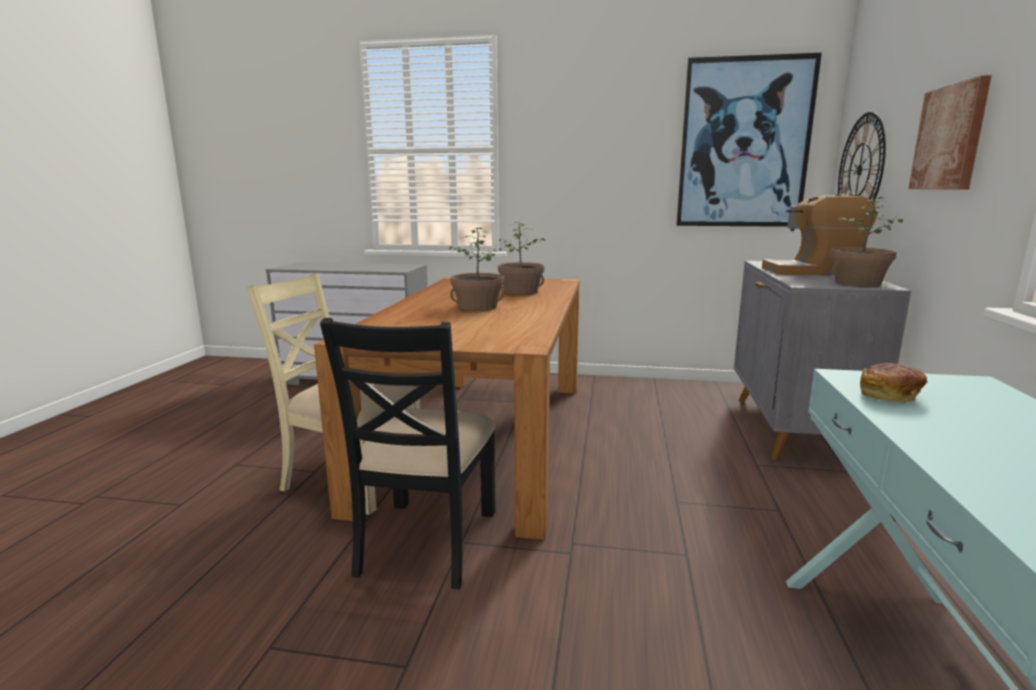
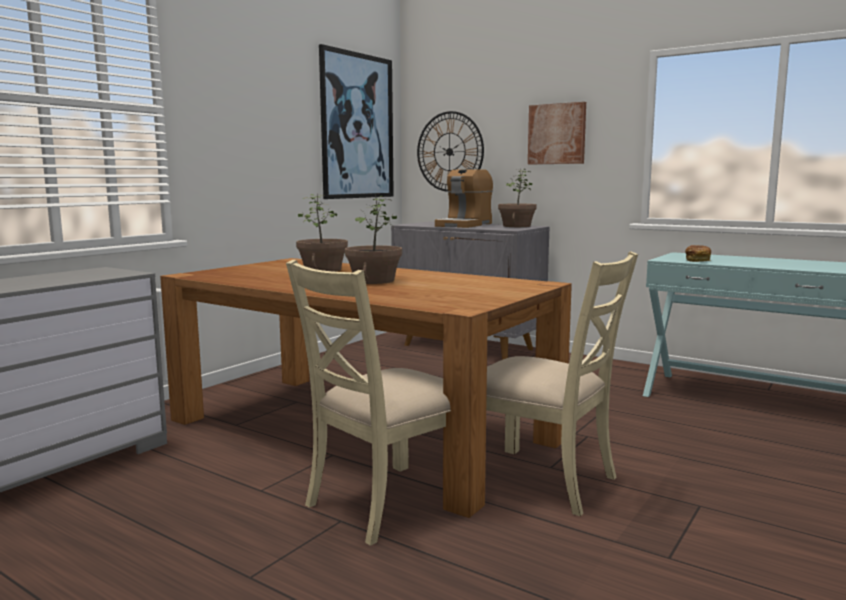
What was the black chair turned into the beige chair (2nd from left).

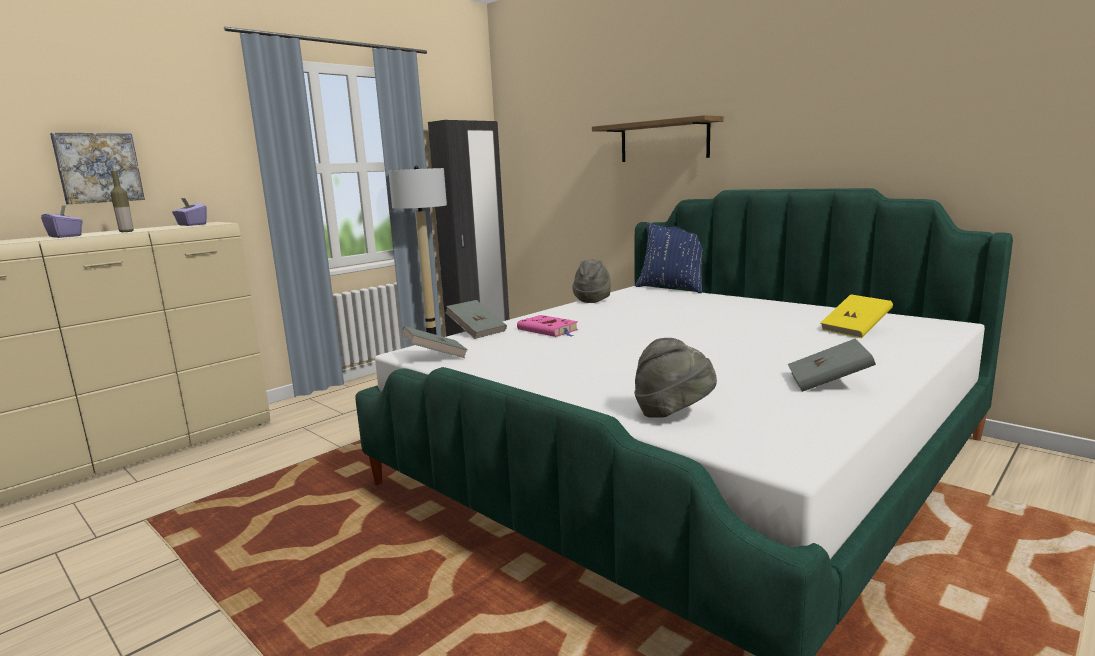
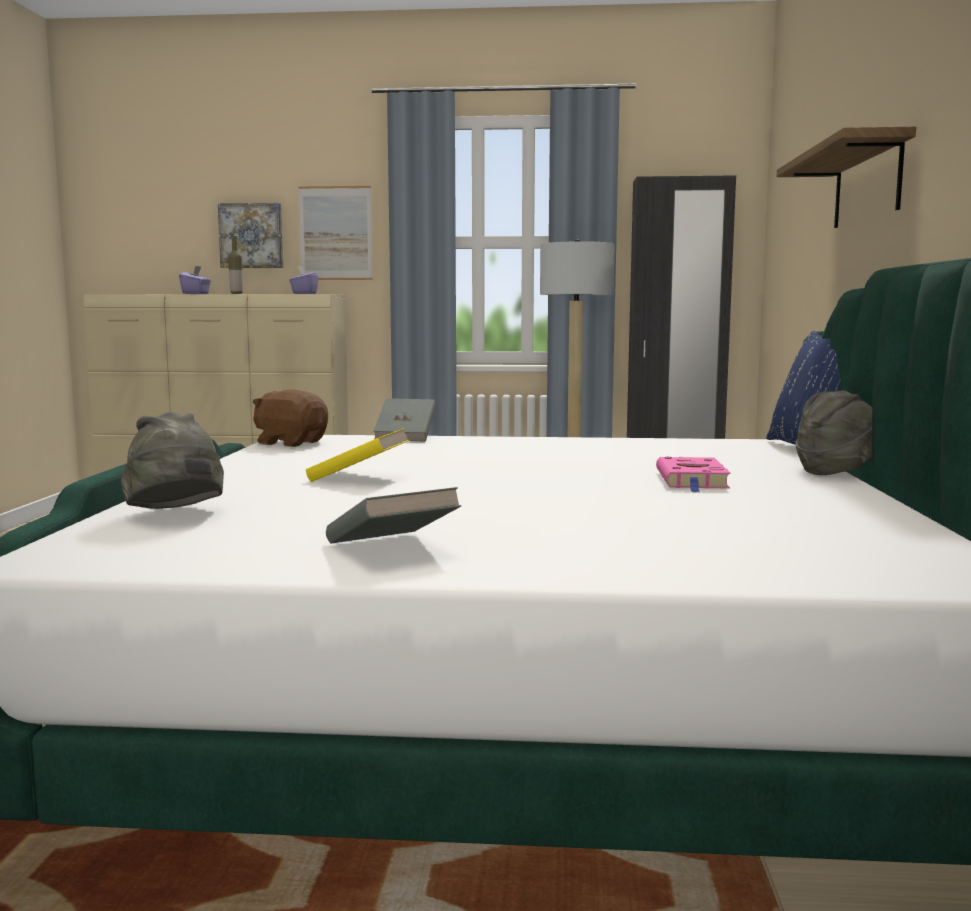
Where the grey book (1st from left) stood, the brown plush toy came to stand. The pink book ended up elsewhere. The grey hat (1st from left in the first image) ended up elsewhere. The yellow book ended up elsewhere. The second view gained the picture (2nd from left).

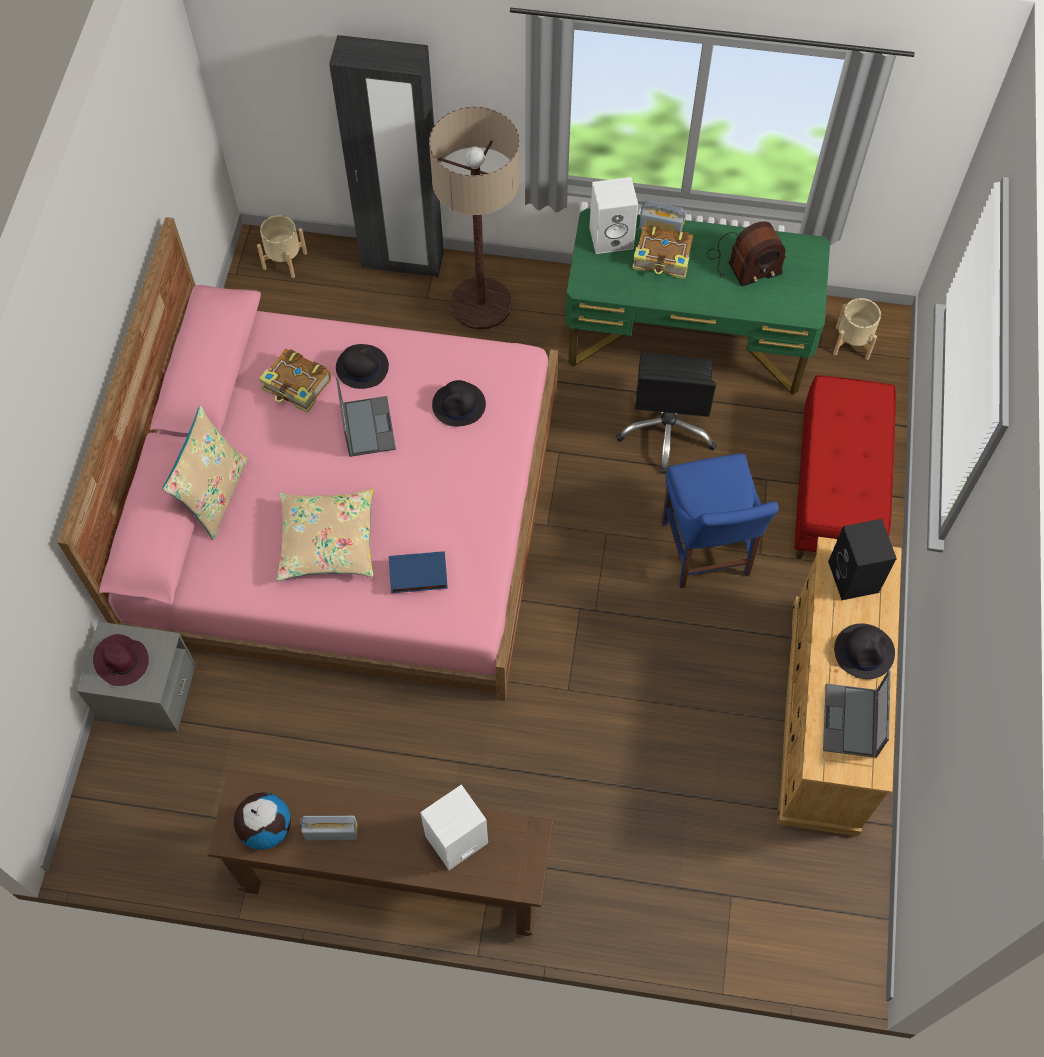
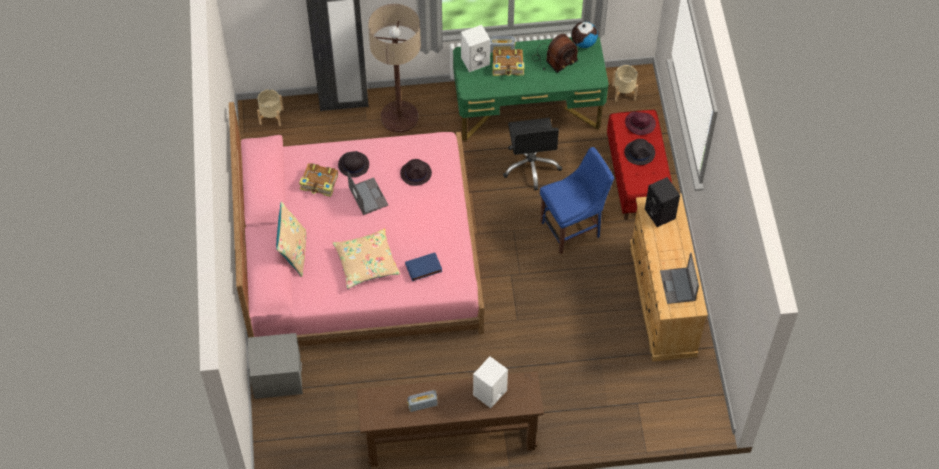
The purple hat ended up elsewhere. The globe ended up elsewhere. The blue chair ended up facing another way, 90 degrees counterclockwise from before. The black hat (3rd from left) ended up elsewhere.

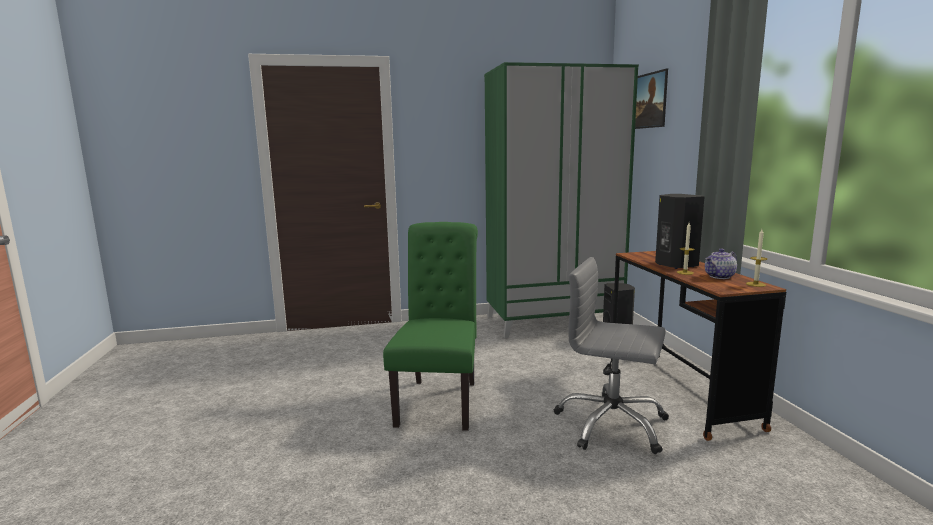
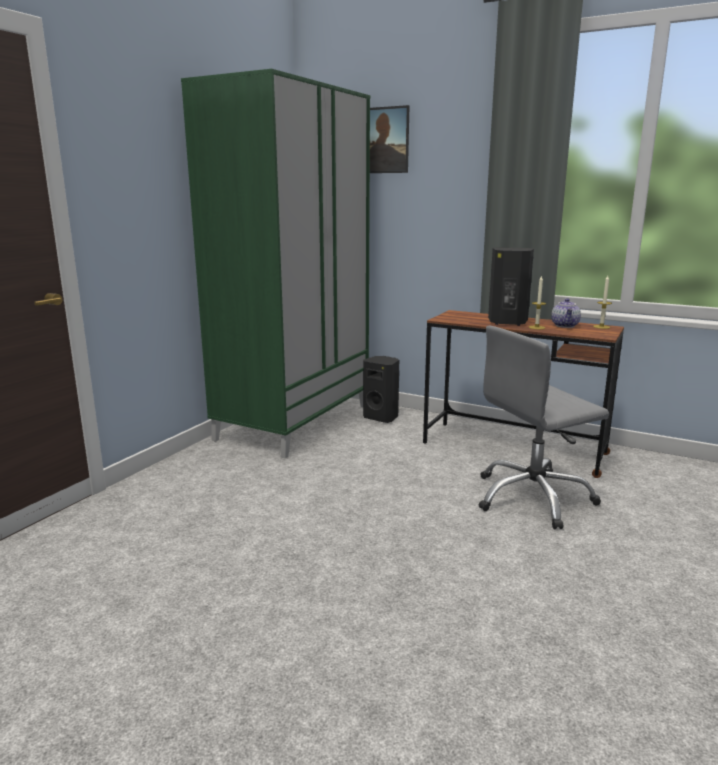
The second view lost the green chair.

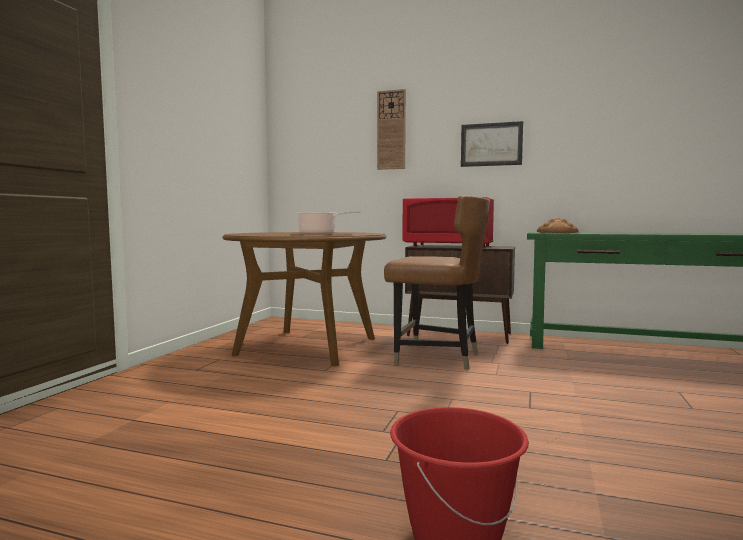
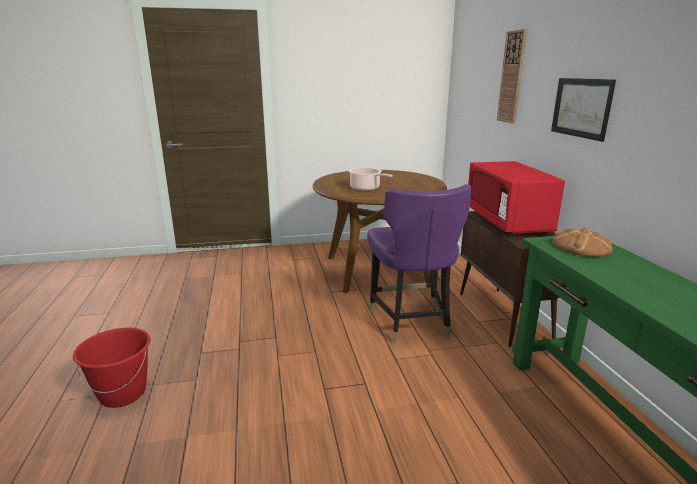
What was the brown chair turned into the purple chair.

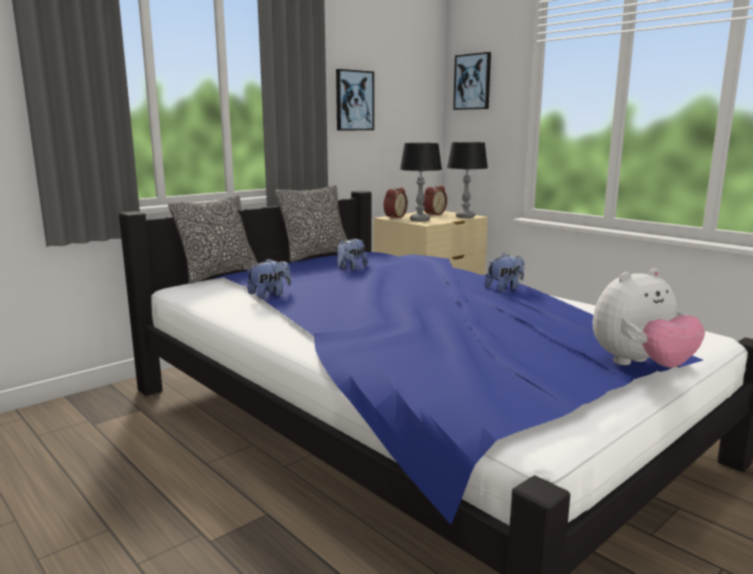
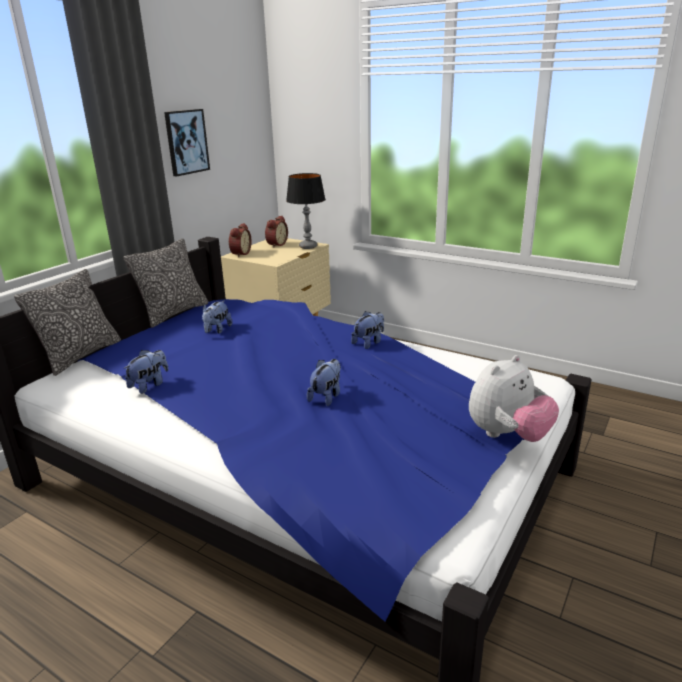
The second view lost the table lamp (1st from left). The second view lost the picture (2nd from left). The second view gained the plush toy (3rd from left).

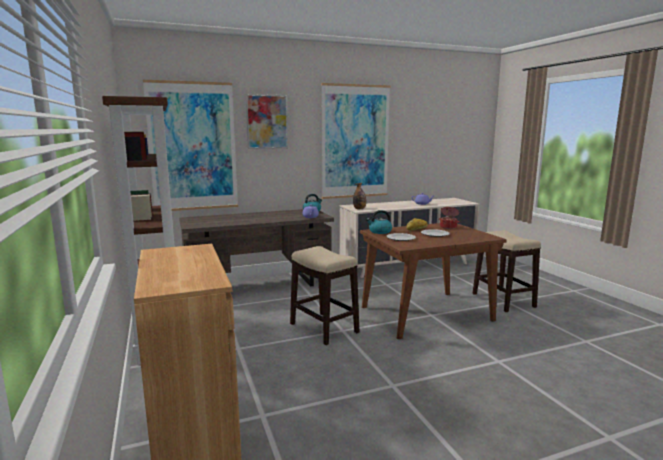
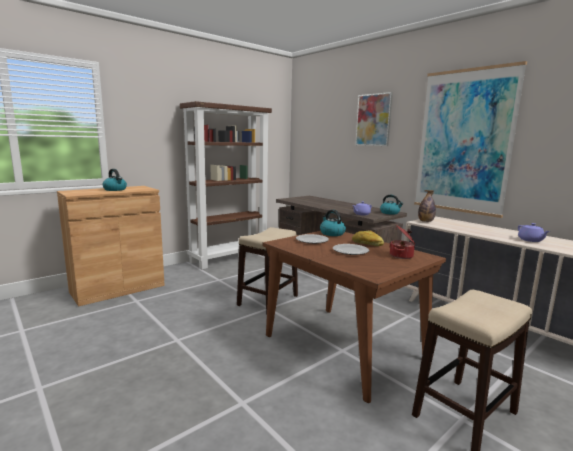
The second view lost the picture (1st from left). The second view gained the kettle (1st from left).

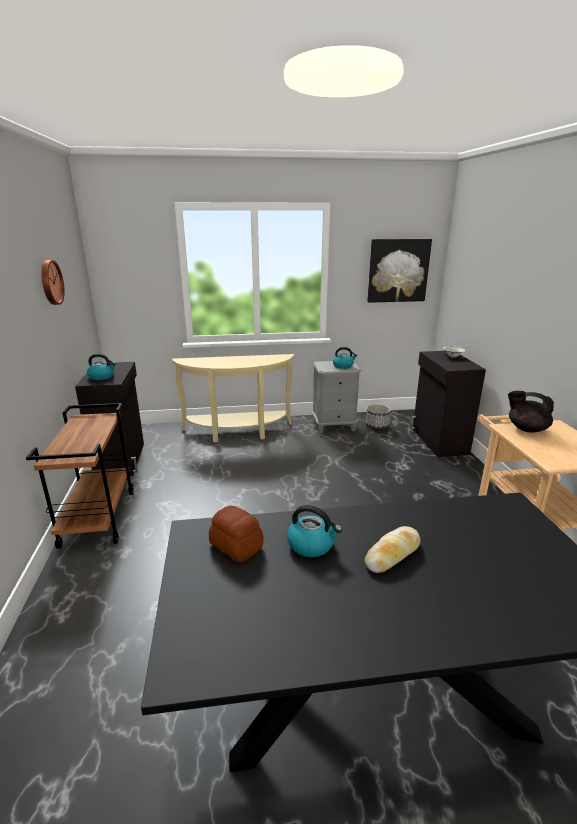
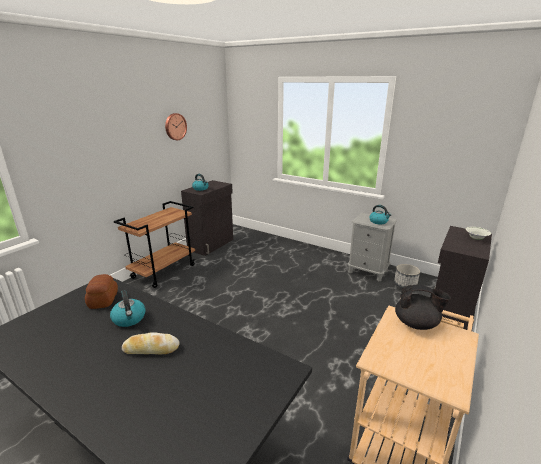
The second view lost the beige console table. The second view lost the picture. The black teapot ended up facing another way, 120 degrees clockwise from before.

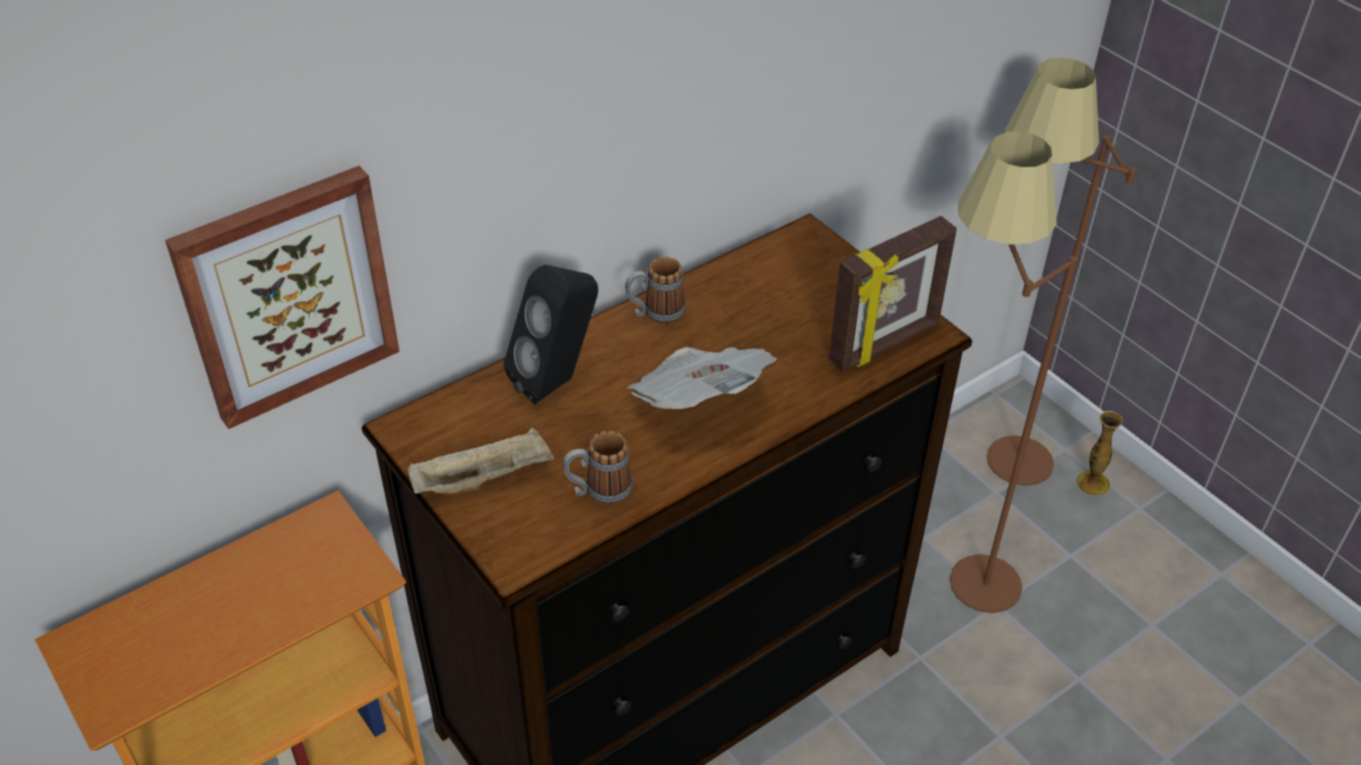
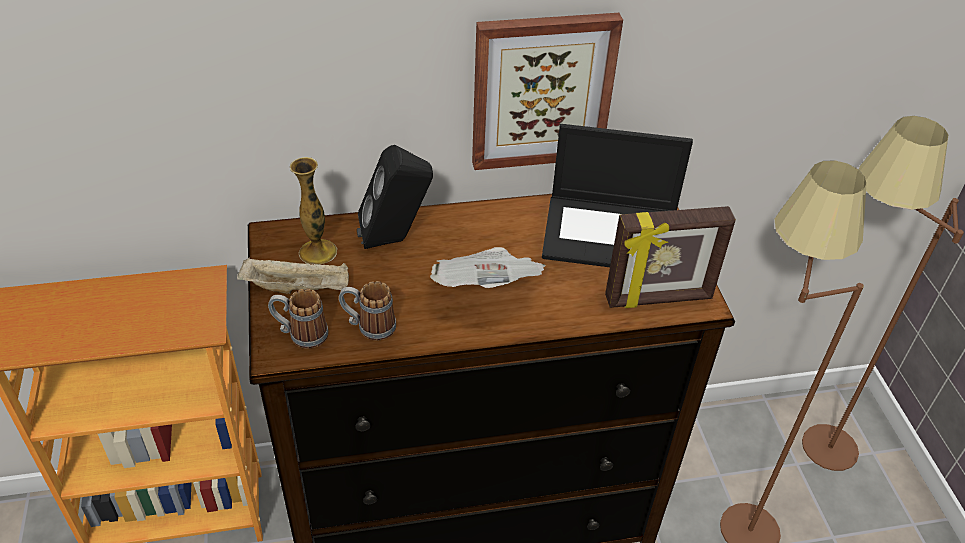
The picture ended up elsewhere. The mug (2nd from left in the first image) ended up elsewhere. The vase ended up elsewhere. The second view gained the laptop.

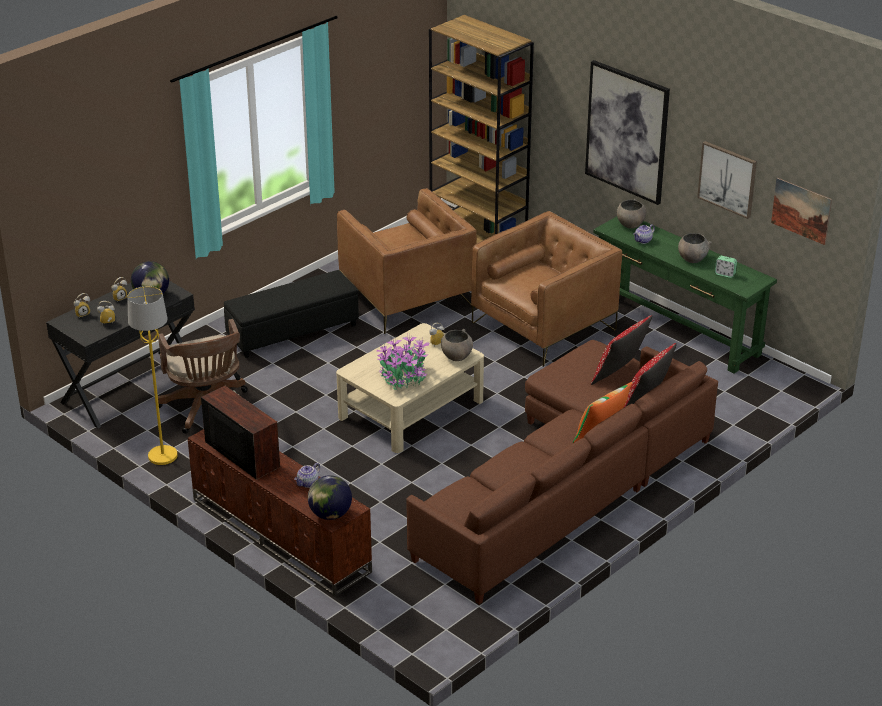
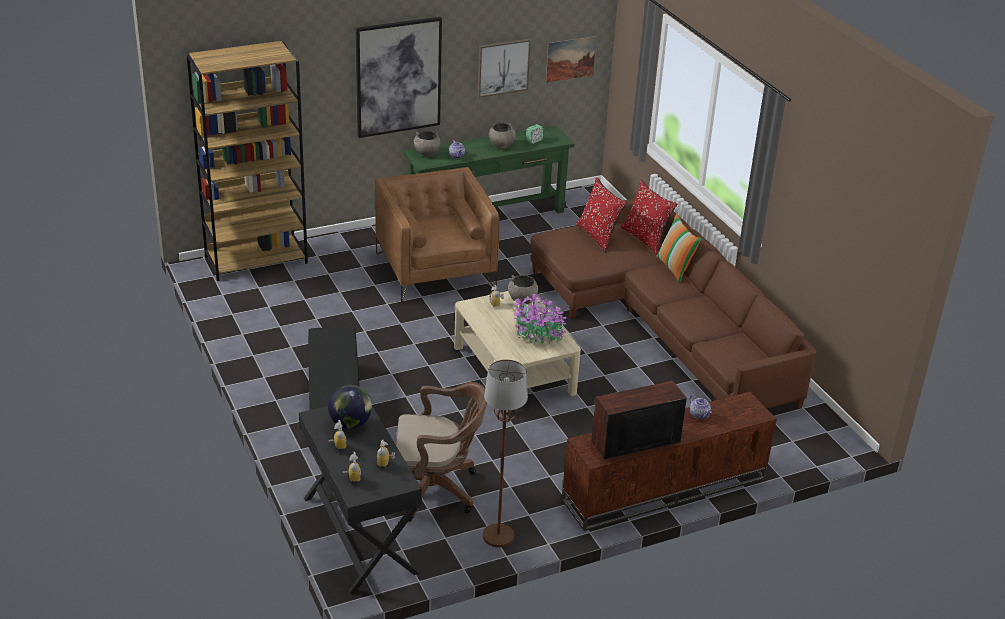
What was the yellow floor lamp turned into the brown floor lamp. The second view lost the globe (2nd from left). The second view lost the brown armchair (1st from left).

